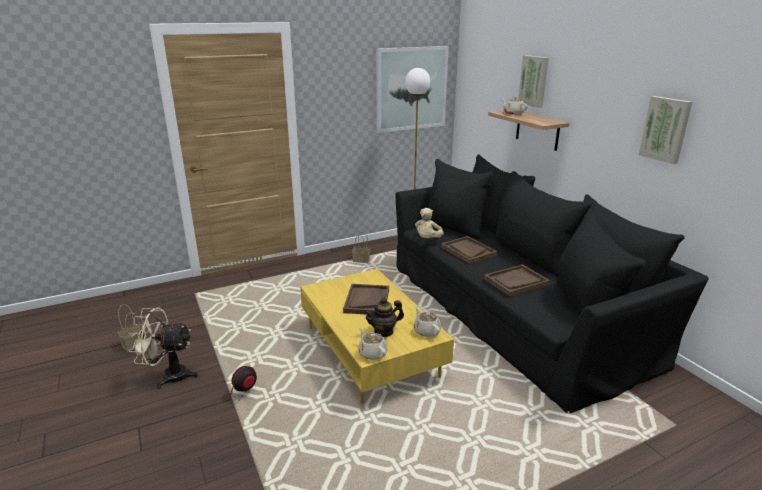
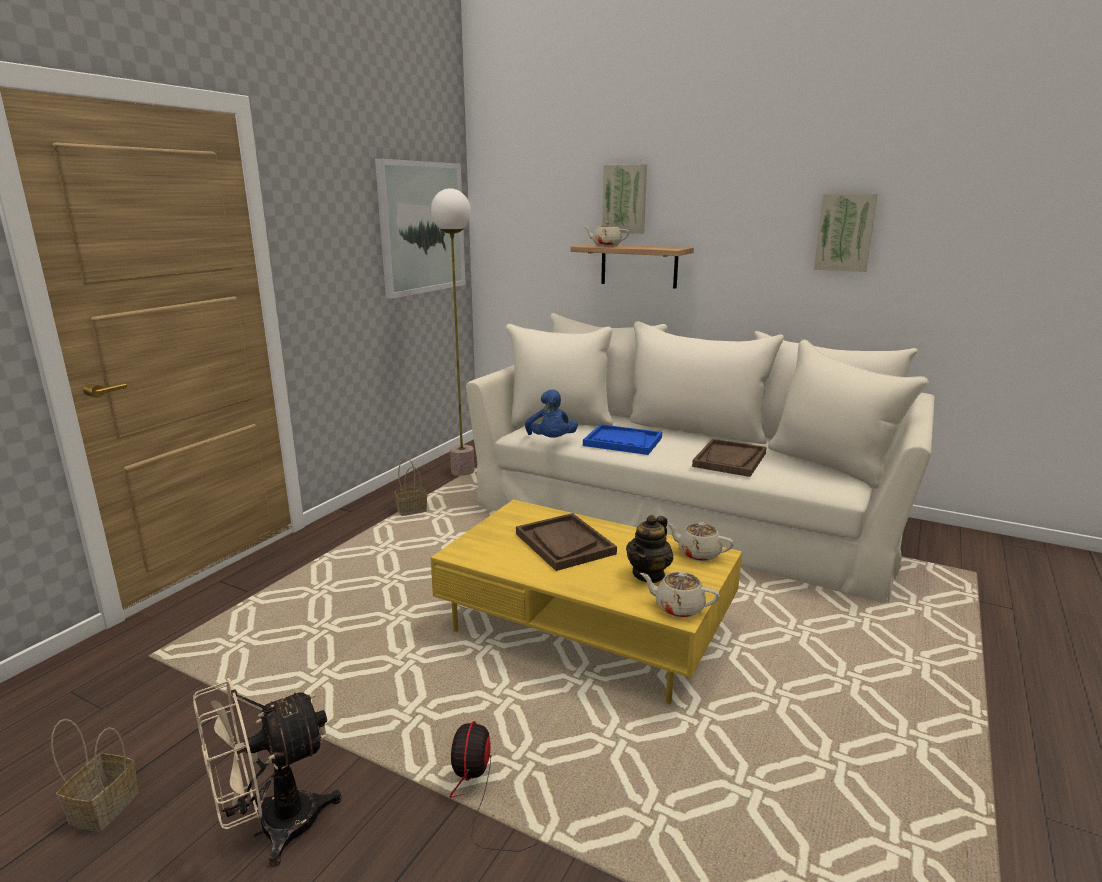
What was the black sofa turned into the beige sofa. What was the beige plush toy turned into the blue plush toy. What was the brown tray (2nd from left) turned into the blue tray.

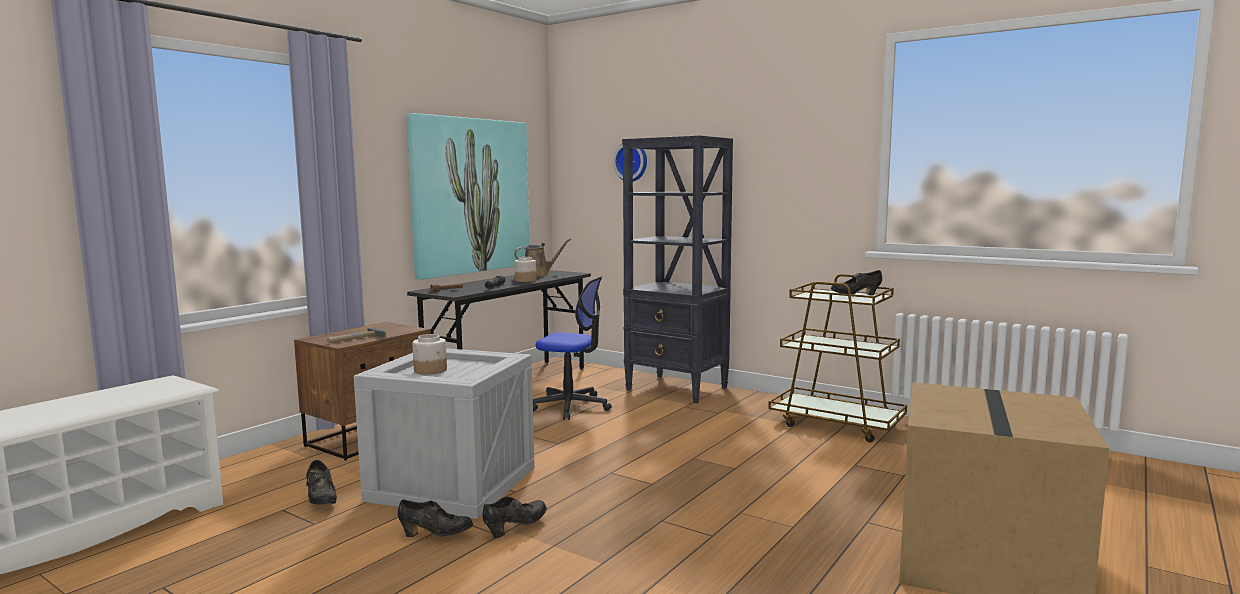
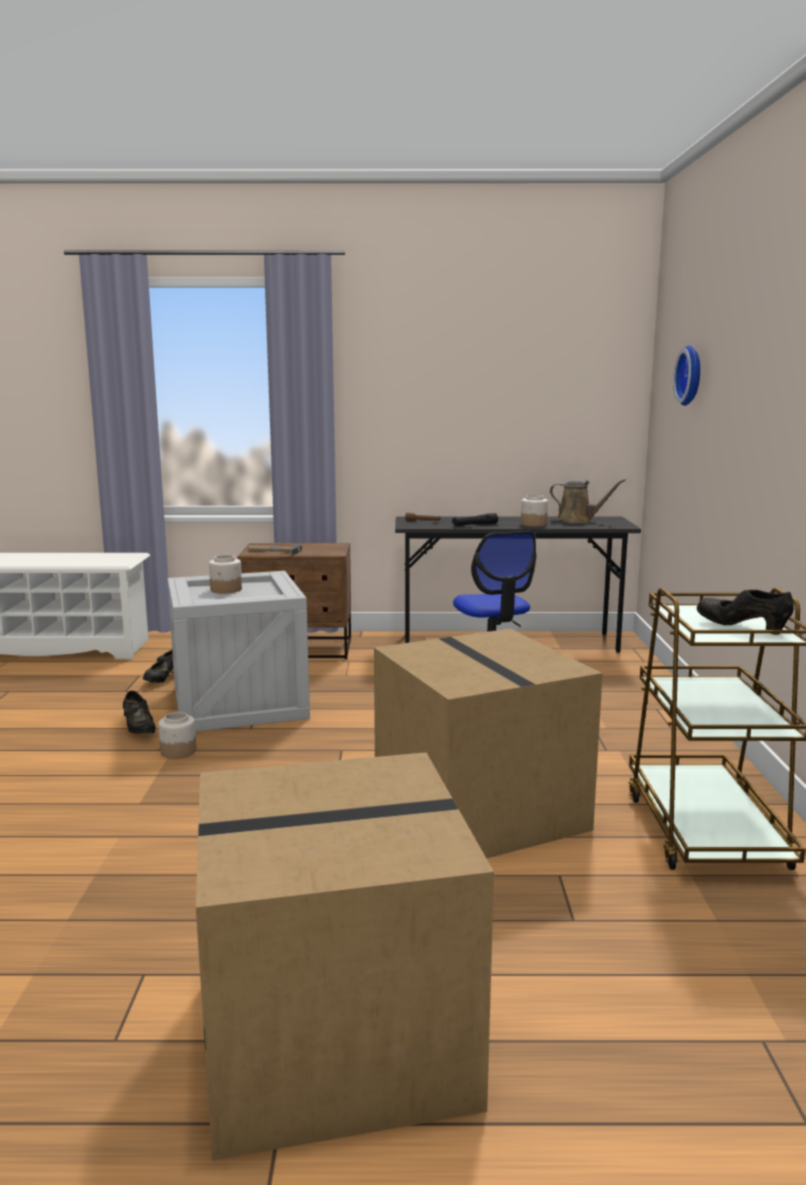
The second view lost the picture. Where the black shoe (3rd from left) stood, the jar (1st from left) came to stand. The second view lost the black bookcase. The second view gained the cardboard box (2nd from left).

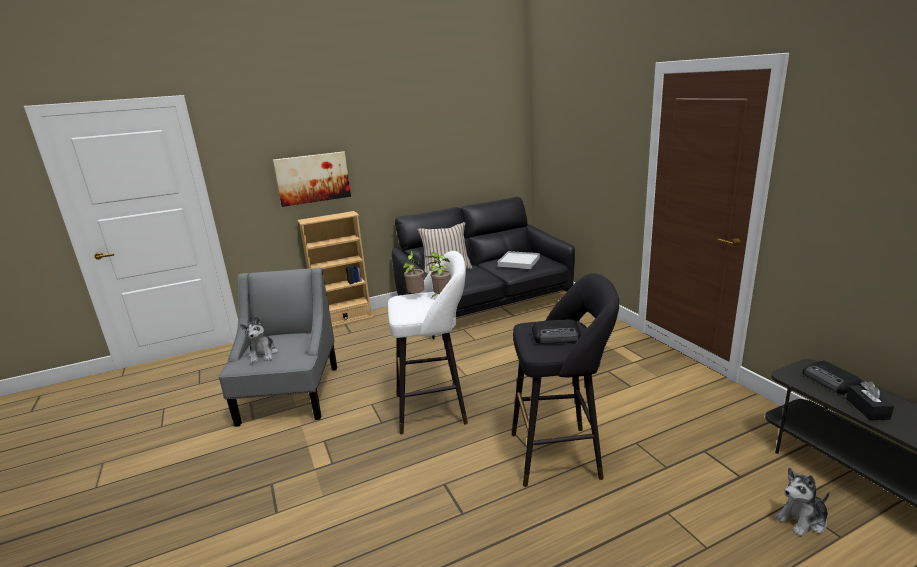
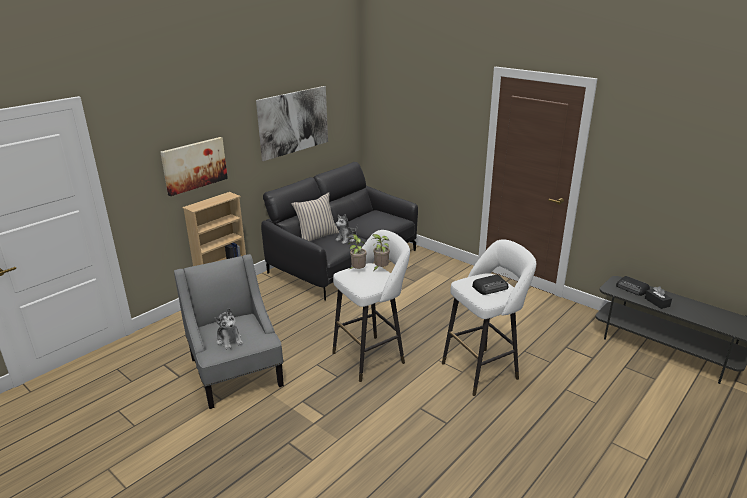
The second view lost the white tray. What was the black stool turned into the white stool (2nd from left). The plush toy (2nd from left) ended up elsewhere. The second view gained the picture (2nd from left).

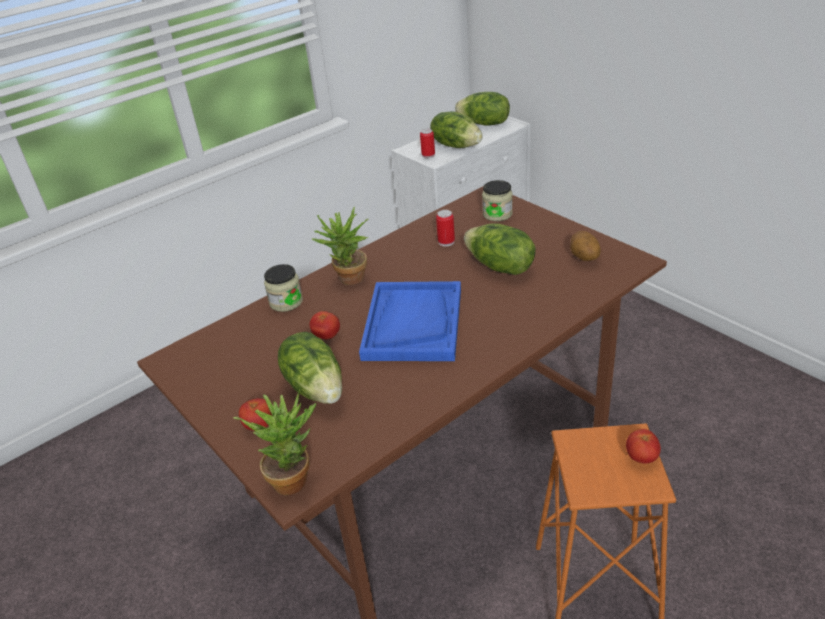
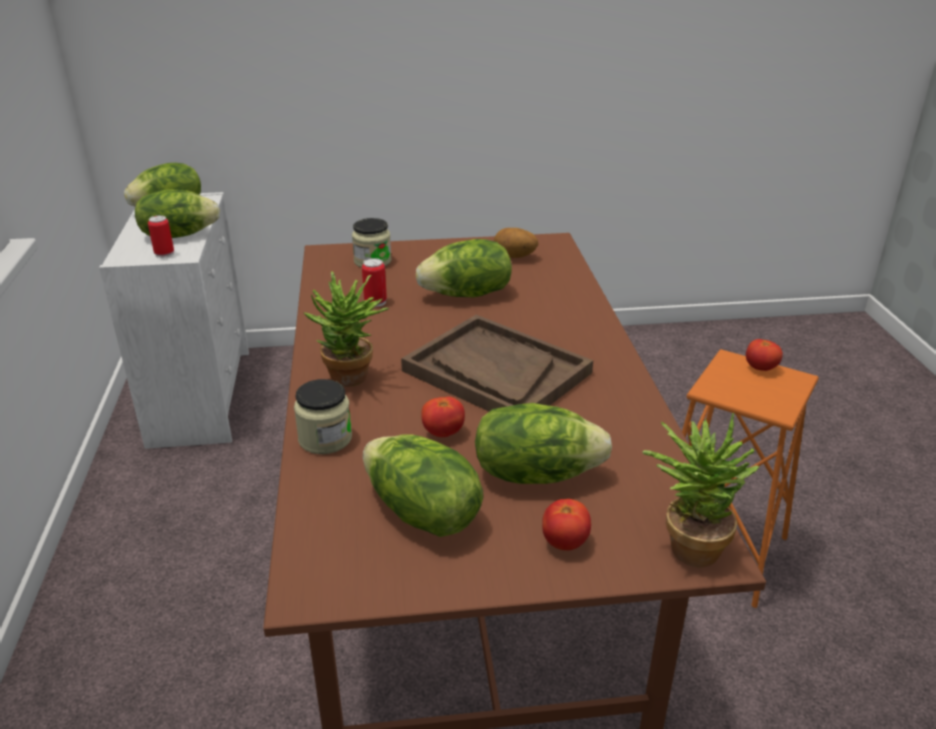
What was the blue tray turned into the brown tray. The second view gained the lettuce (3rd from left).

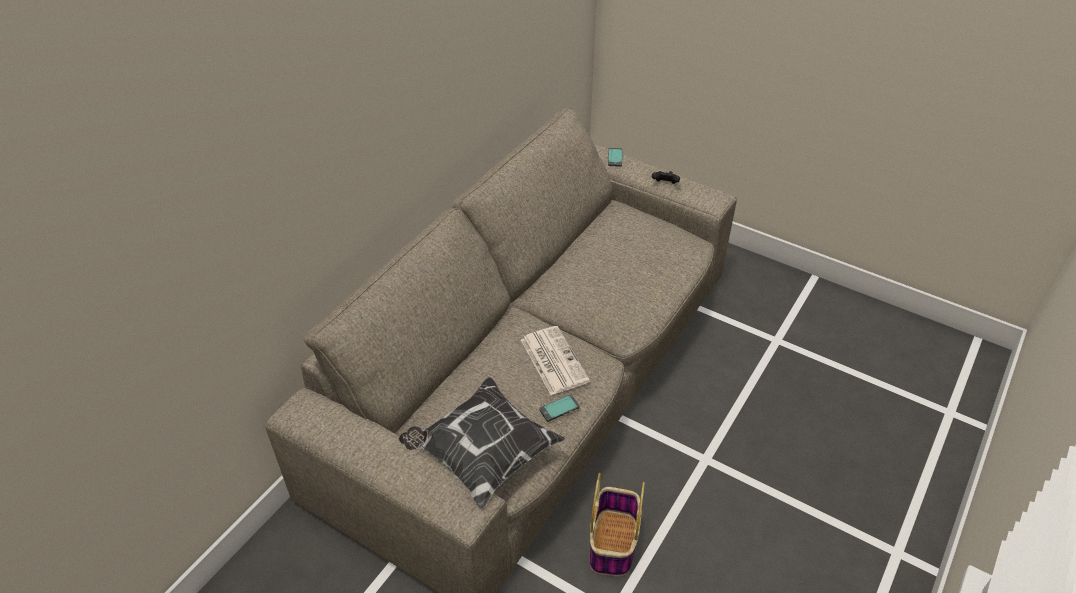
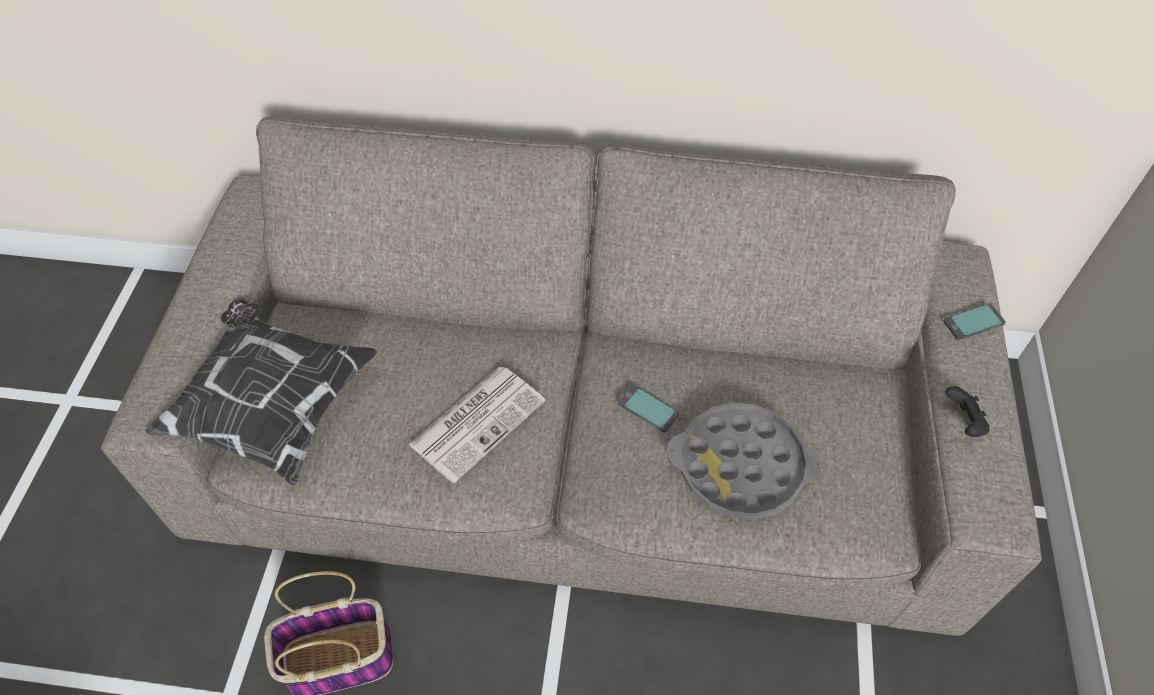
The phone (1st from left) ended up elsewhere. The second view gained the grey tray.

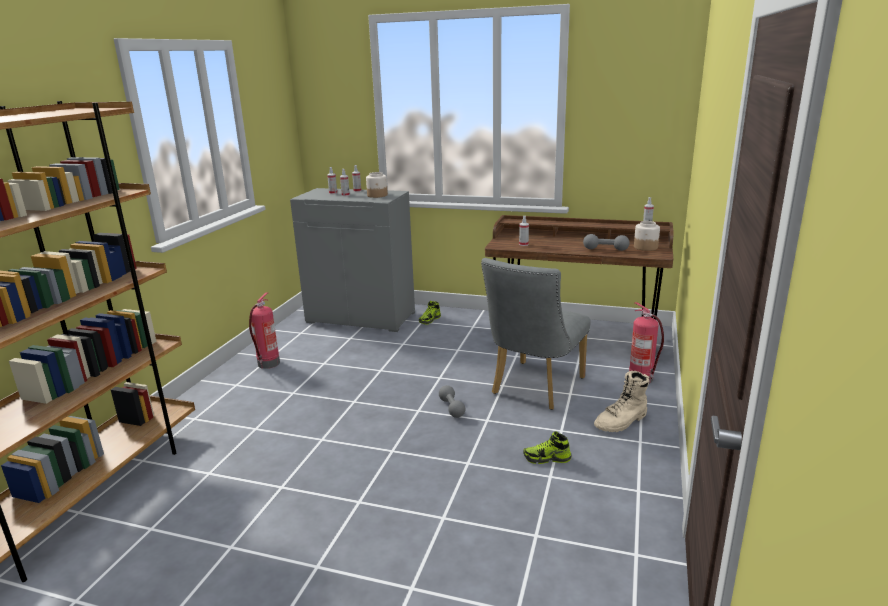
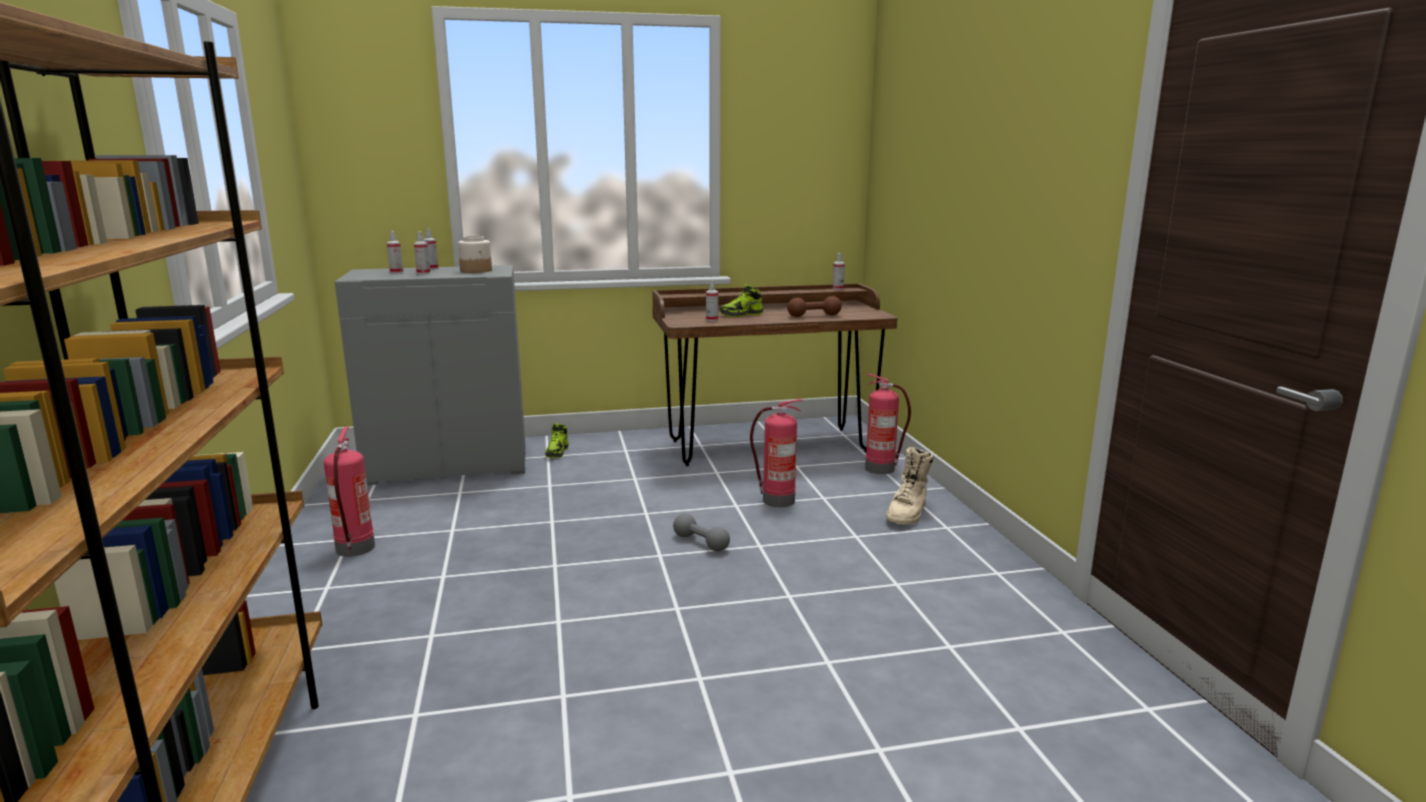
Where the grey chair stood, the fire extinguisher (2nd from left) came to stand. The shoe (2nd from left) ended up elsewhere. What was the grey dumbbell (2nd from left) turned into the brown dumbbell. The second view lost the jar (2nd from left).

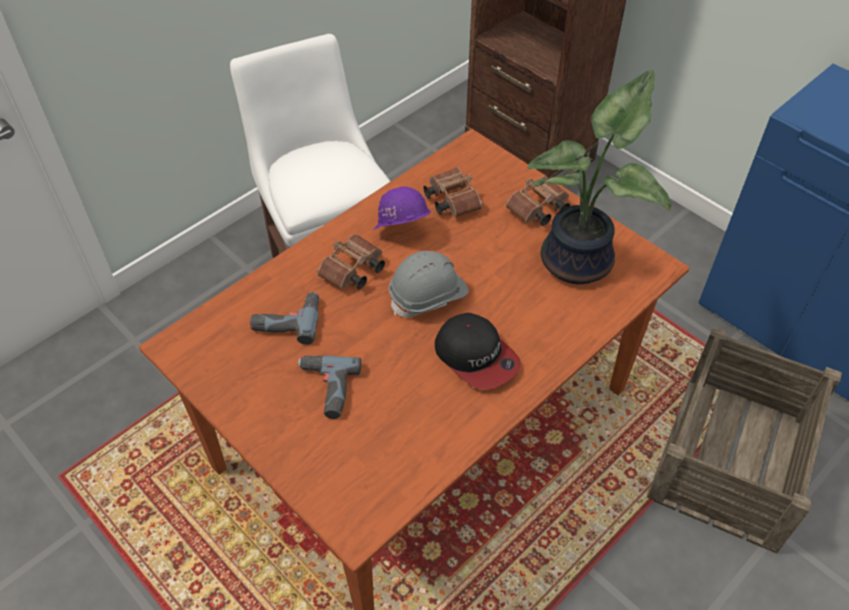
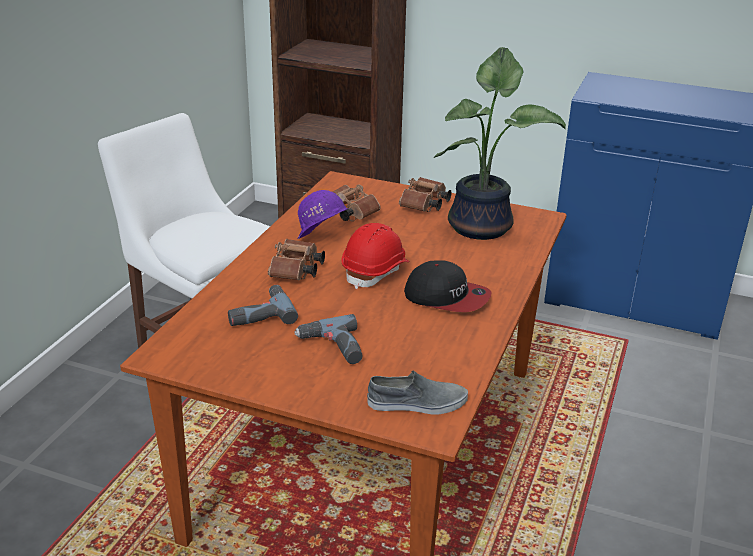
What was the grey hard hat turned into the red hard hat. The second view lost the crate. The second view gained the grey shoe.

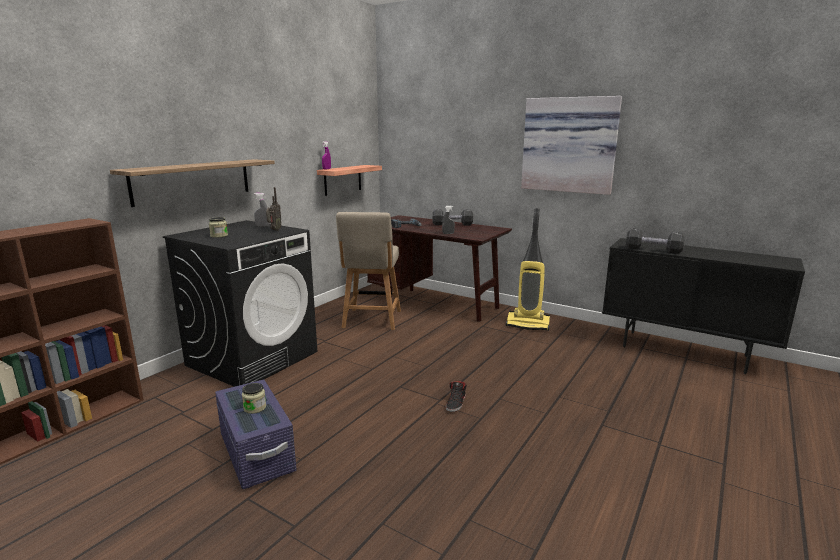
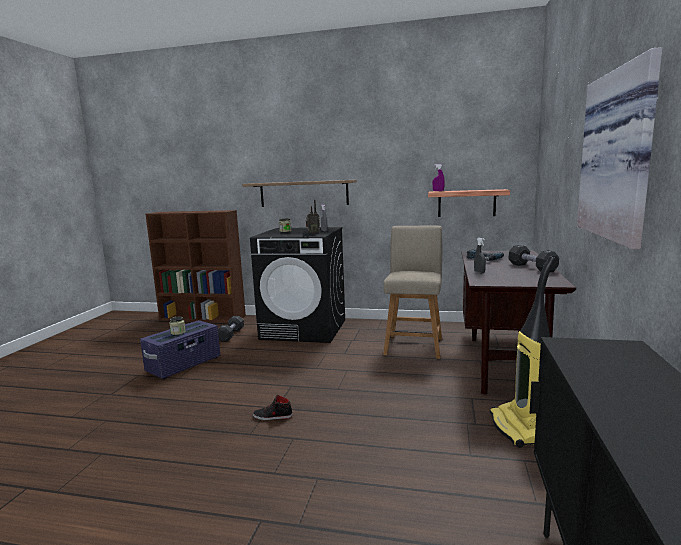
The beige chair ended up facing another way, 120 degrees clockwise from before. The black dumbbell (2nd from left in the first image) ended up elsewhere.

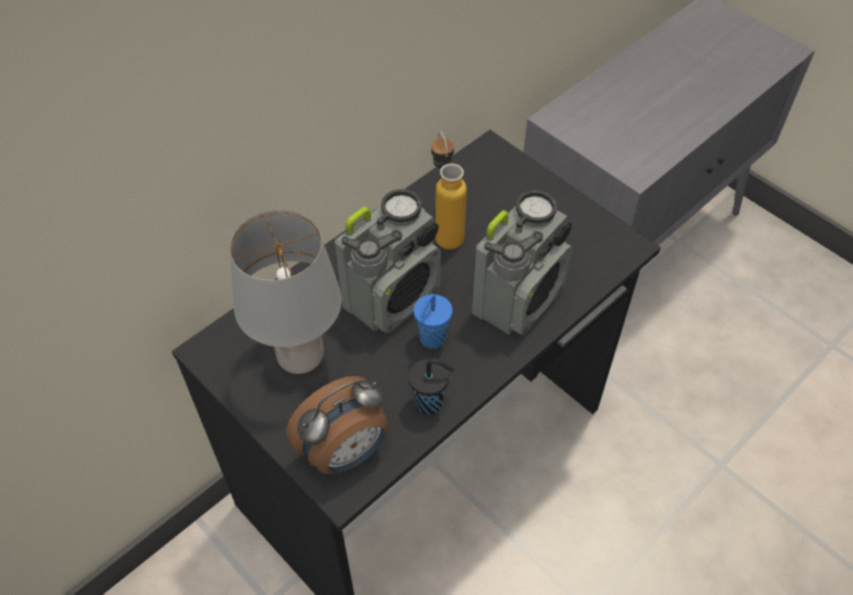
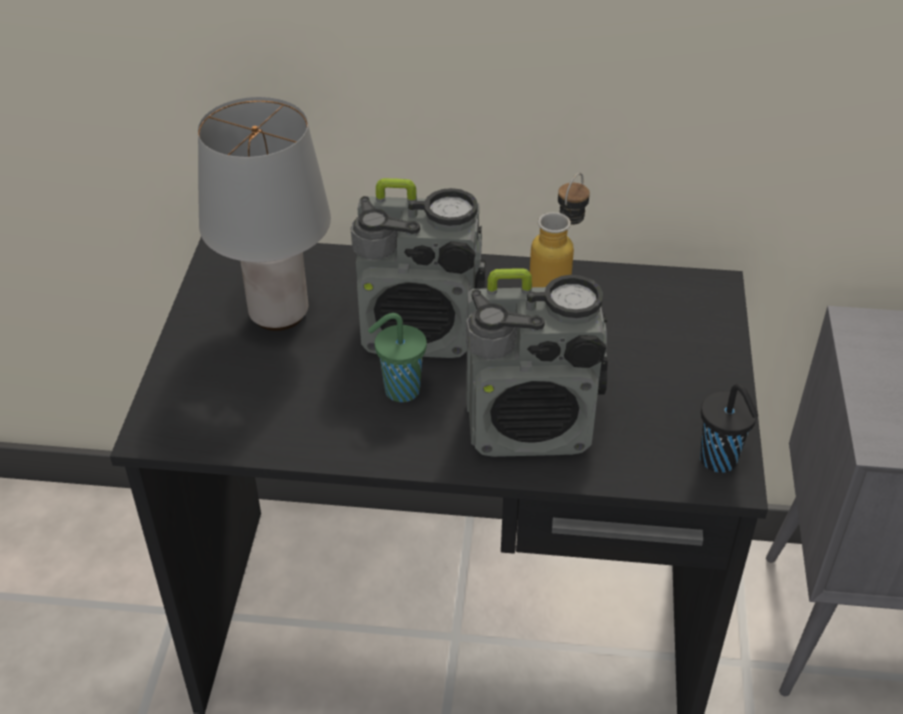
The second view lost the alarm clock. The black cup ended up elsewhere. What was the blue cup turned into the green cup.

